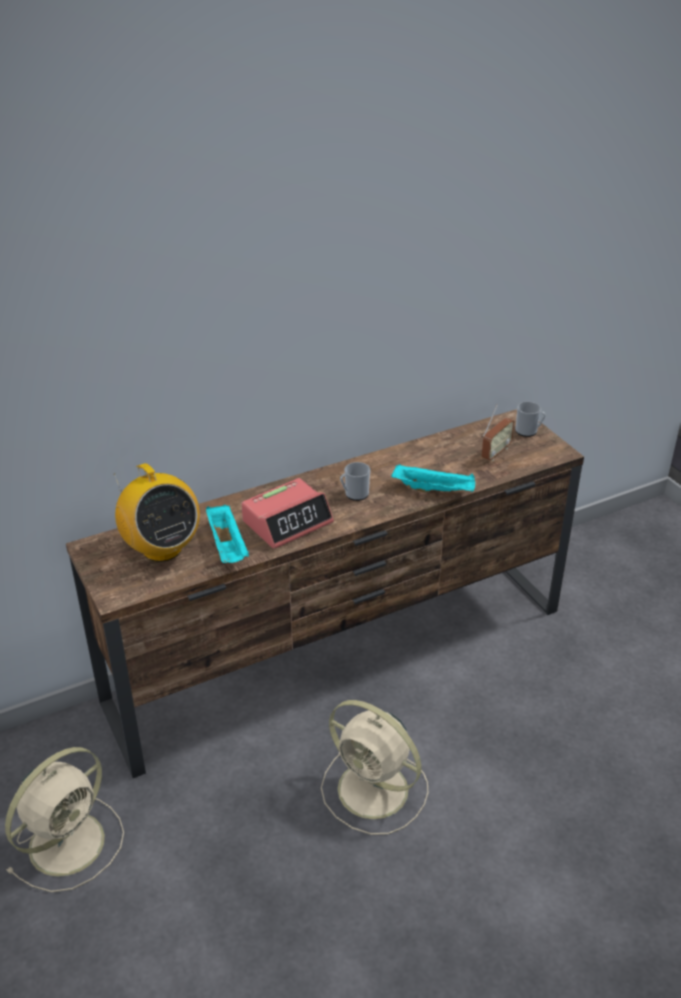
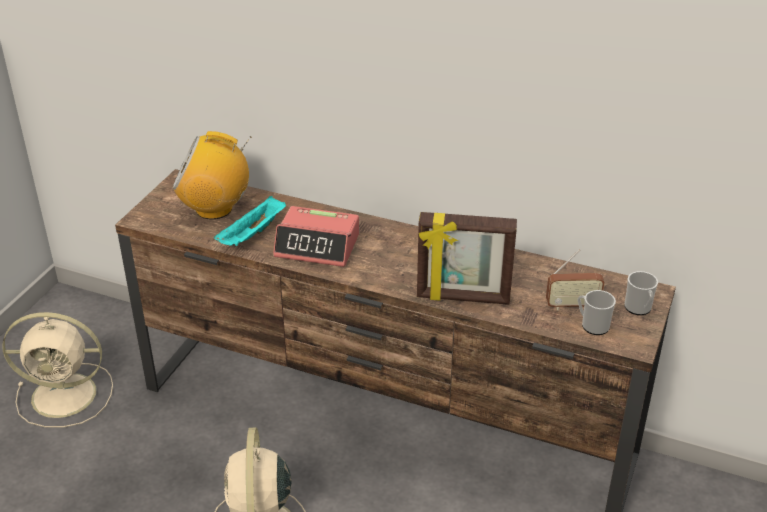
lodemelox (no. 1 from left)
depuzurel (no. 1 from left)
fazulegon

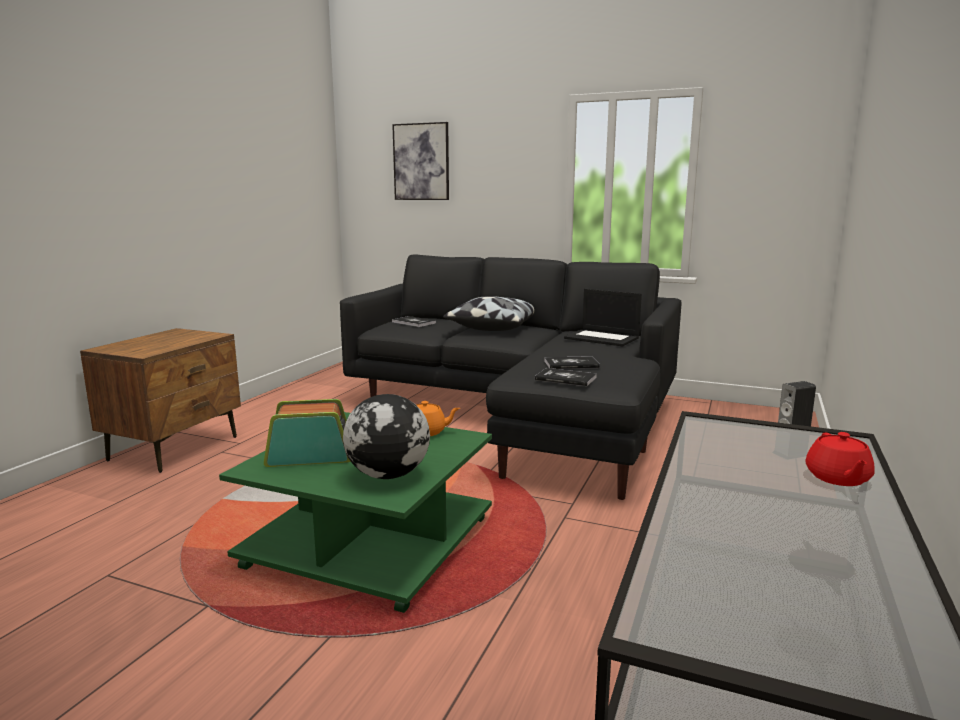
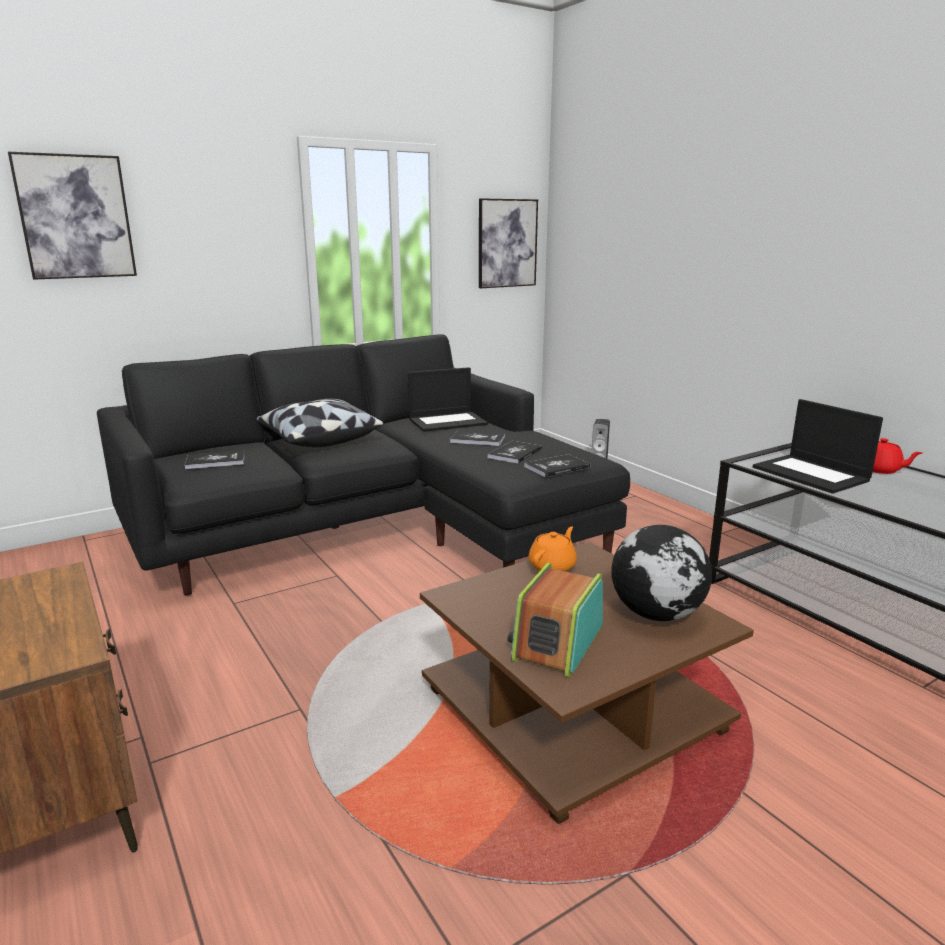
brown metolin
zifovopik (no. 2 from left)
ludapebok (no. 2 from left)
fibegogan (no. 2 from left)

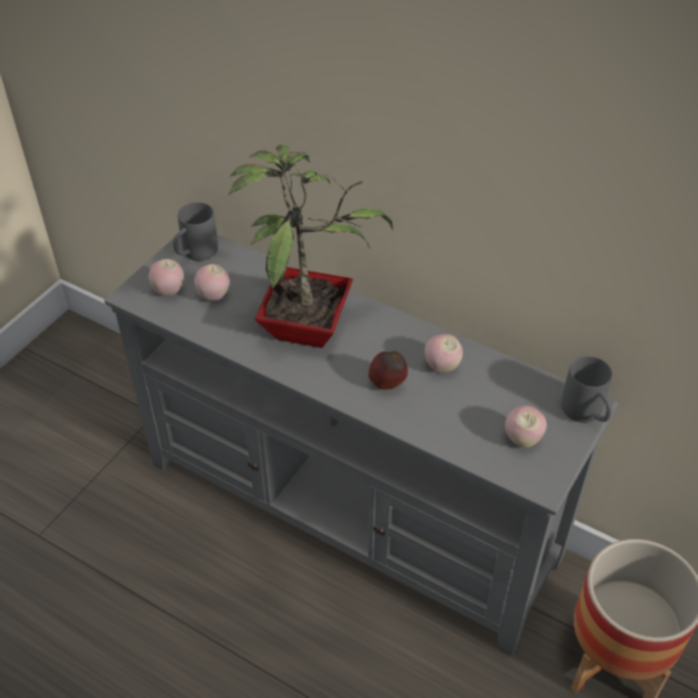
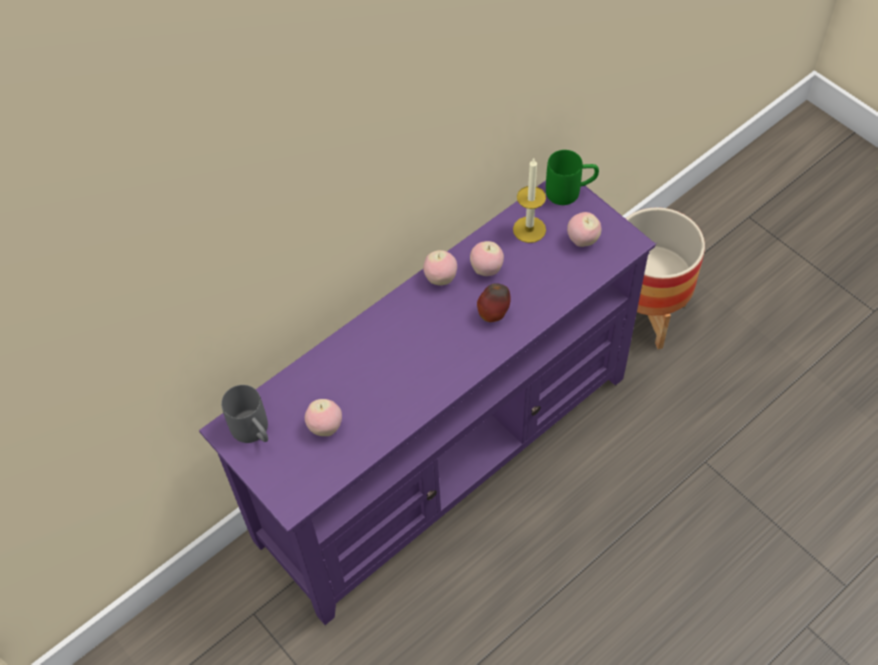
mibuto
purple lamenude
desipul (no. 2 from left)
green lodemelox
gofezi

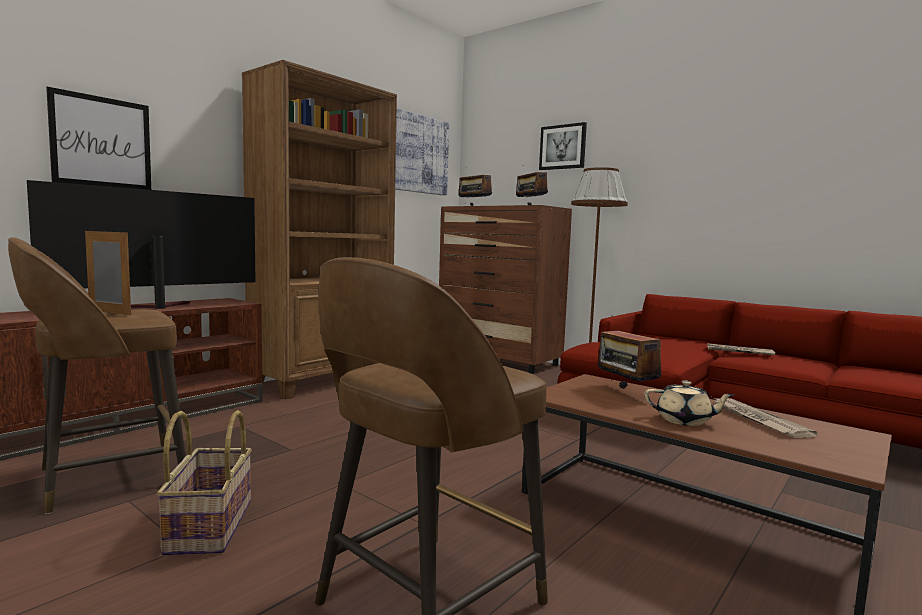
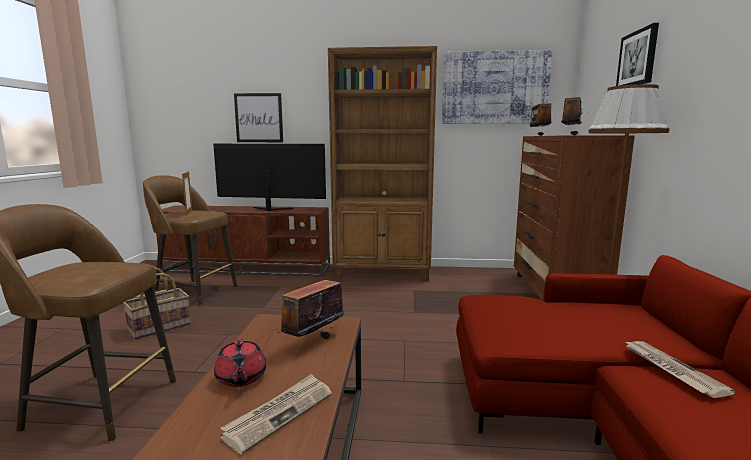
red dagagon

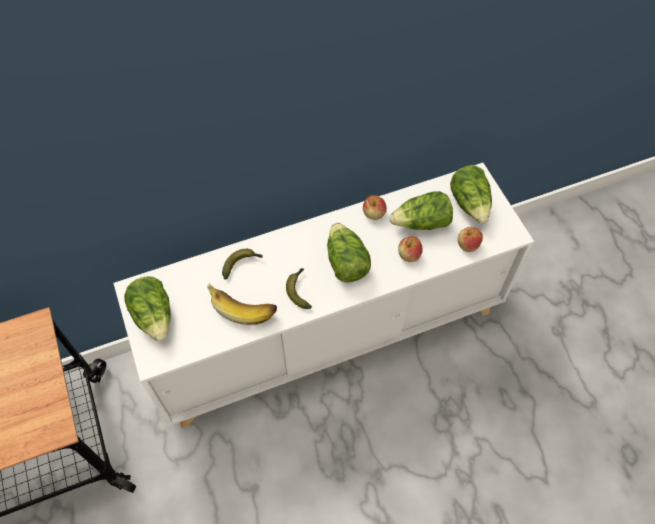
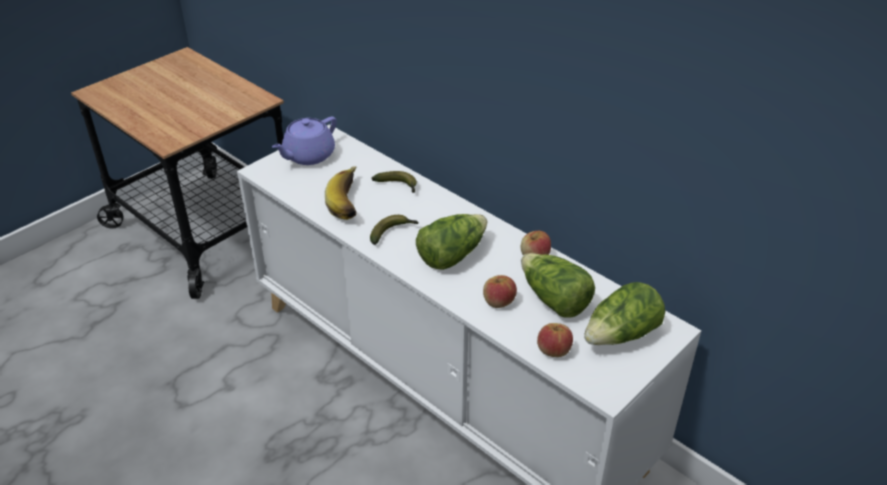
purple dagagon

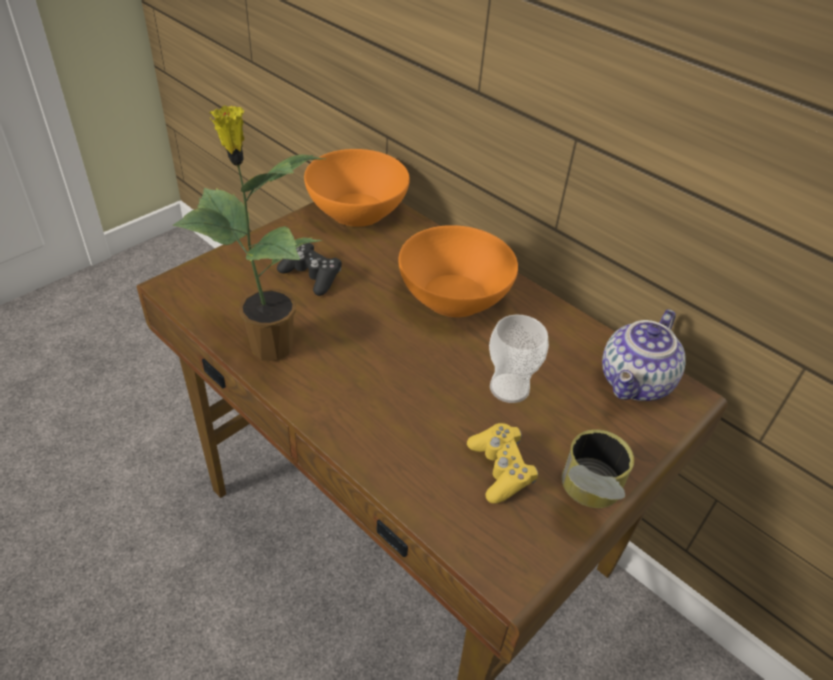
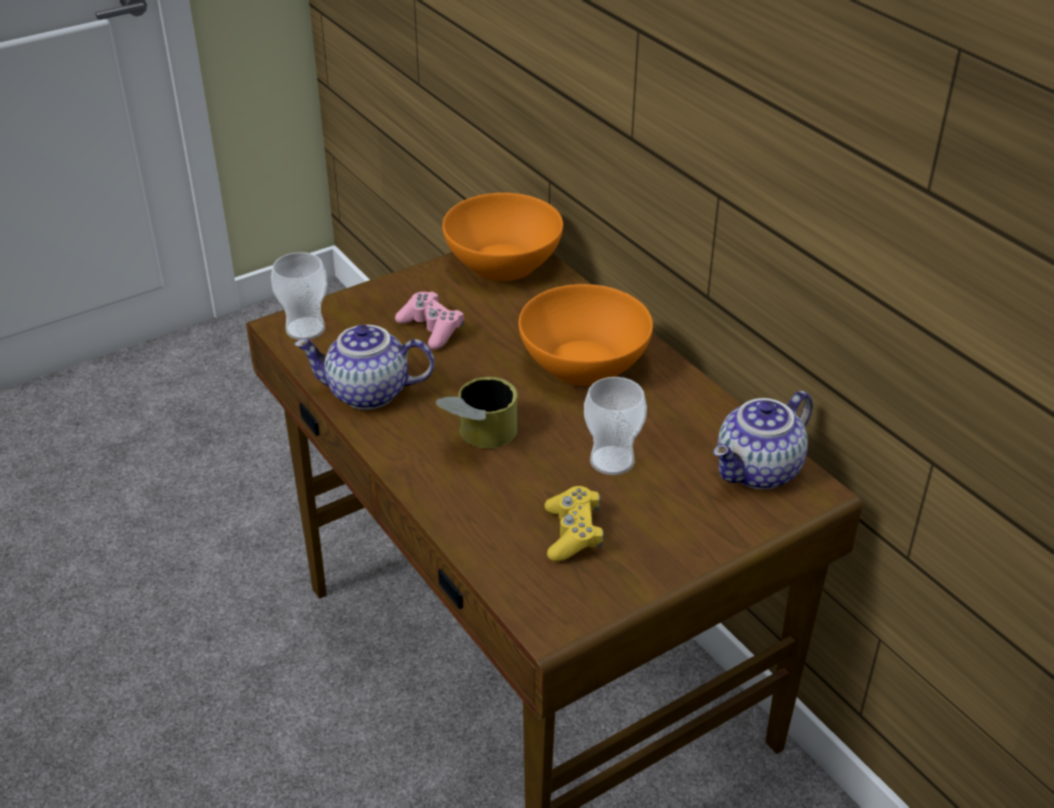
dagagon (no. 1 from left)
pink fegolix
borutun
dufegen (no. 1 from left)

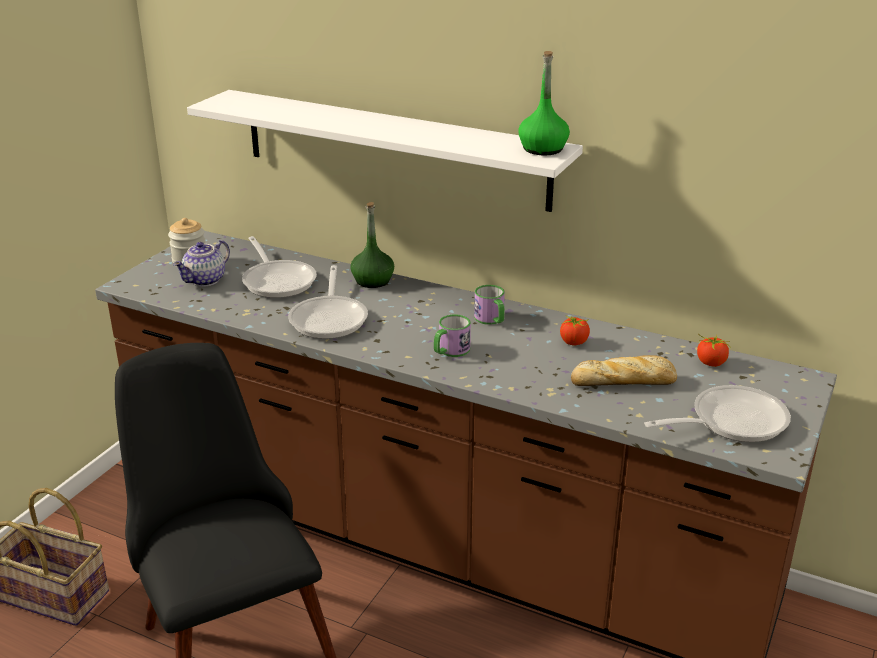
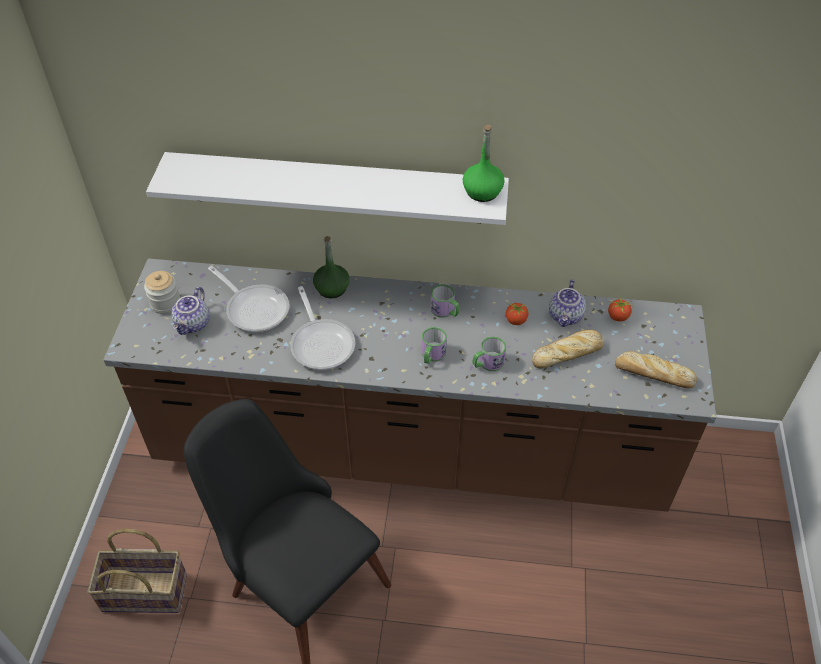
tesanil (no. 2 from left)
dagagon (no. 2 from left)
lodemelox (no. 3 from left)

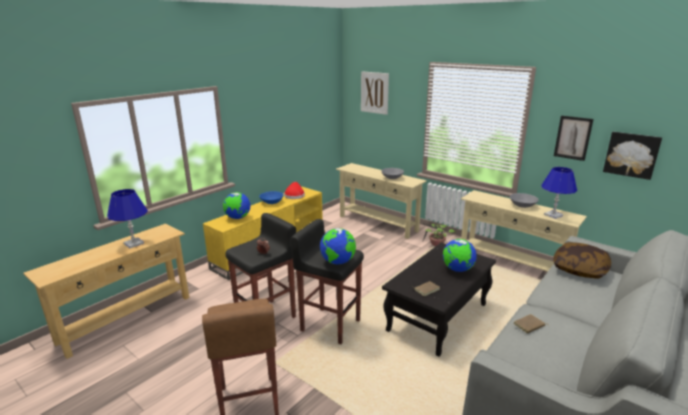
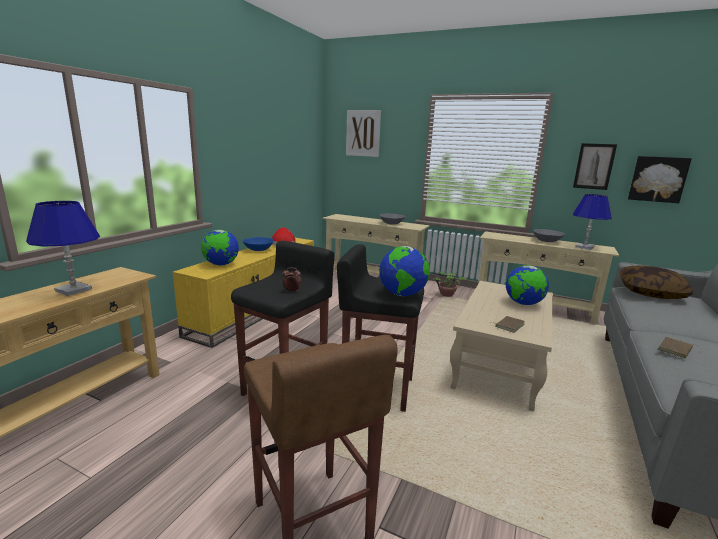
beige metolin

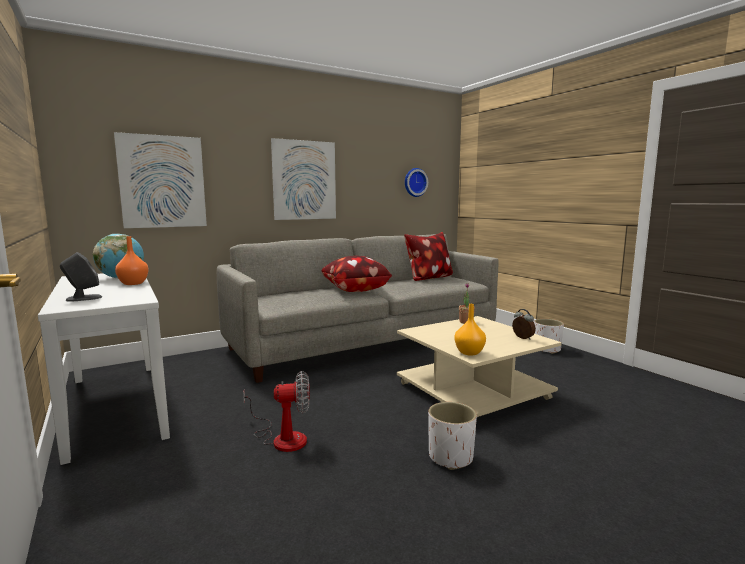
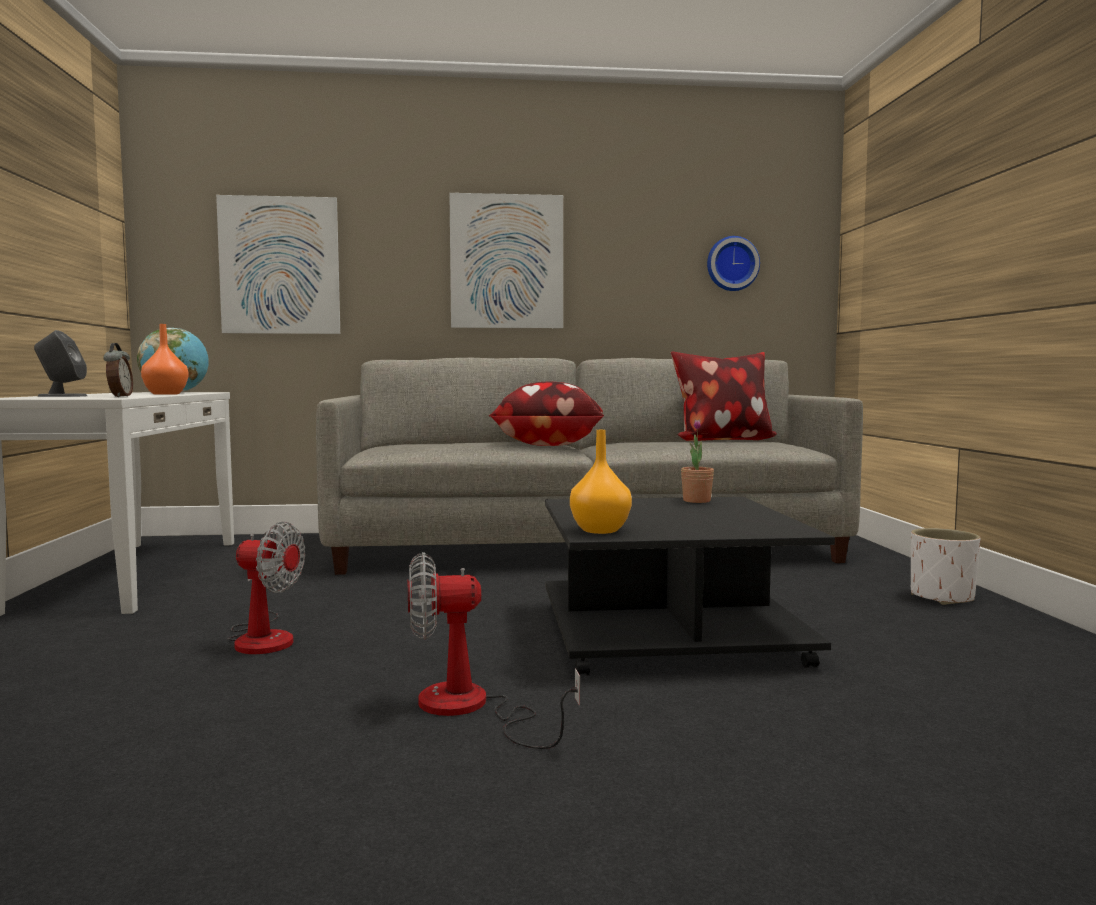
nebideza
black metolin
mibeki (no. 2 from left)

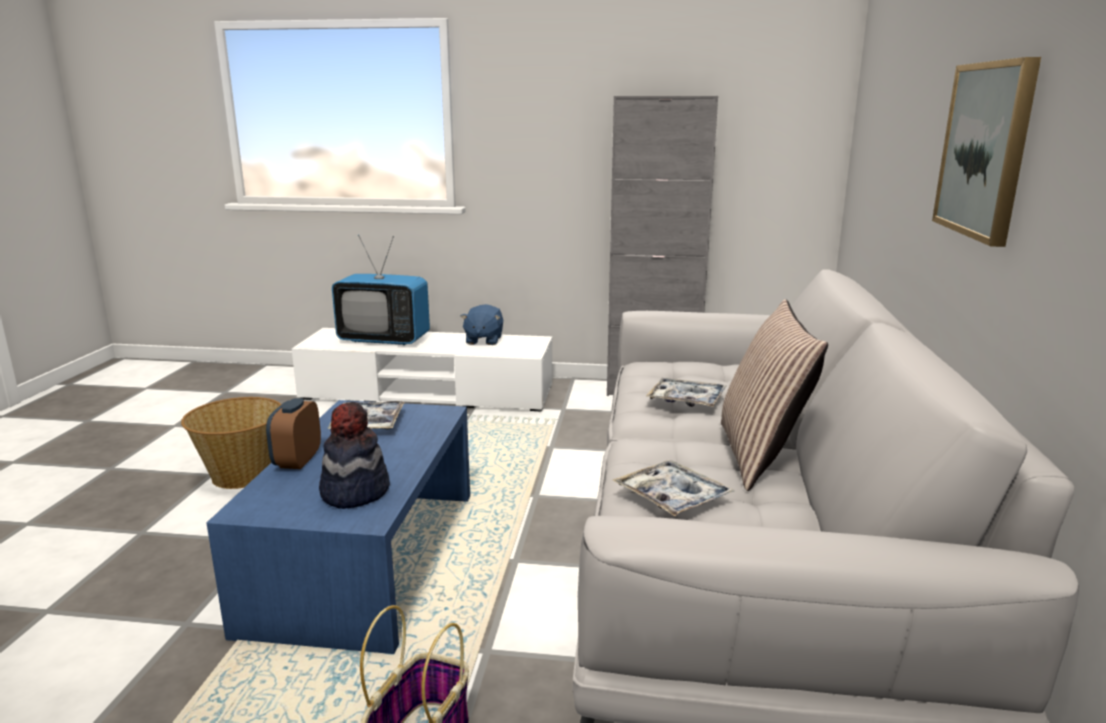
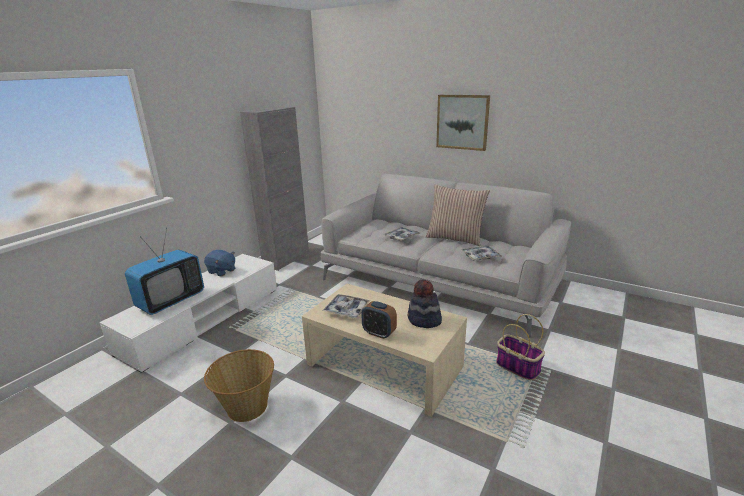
beige metolin

